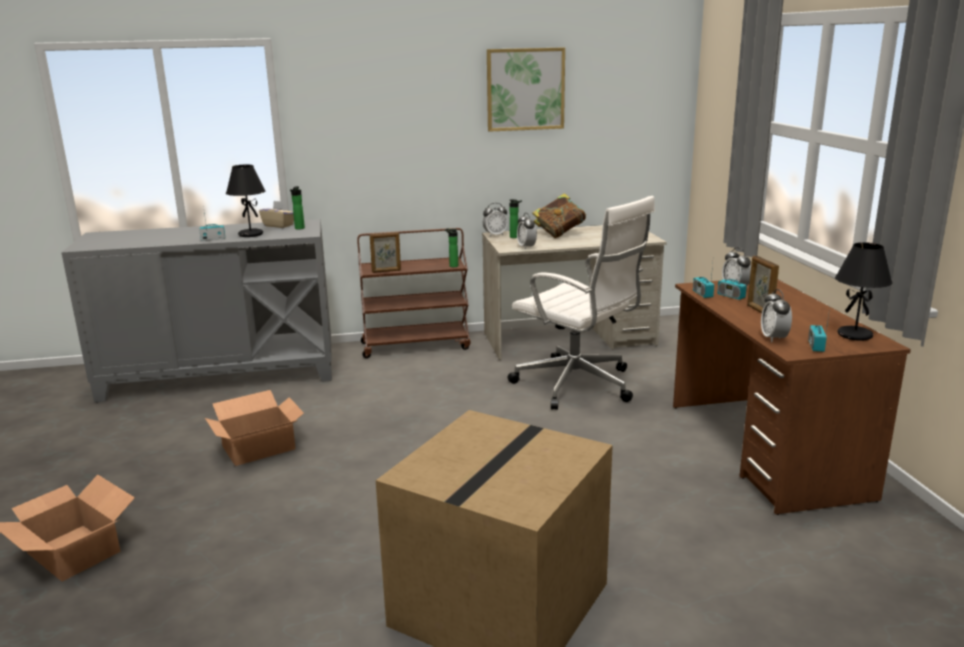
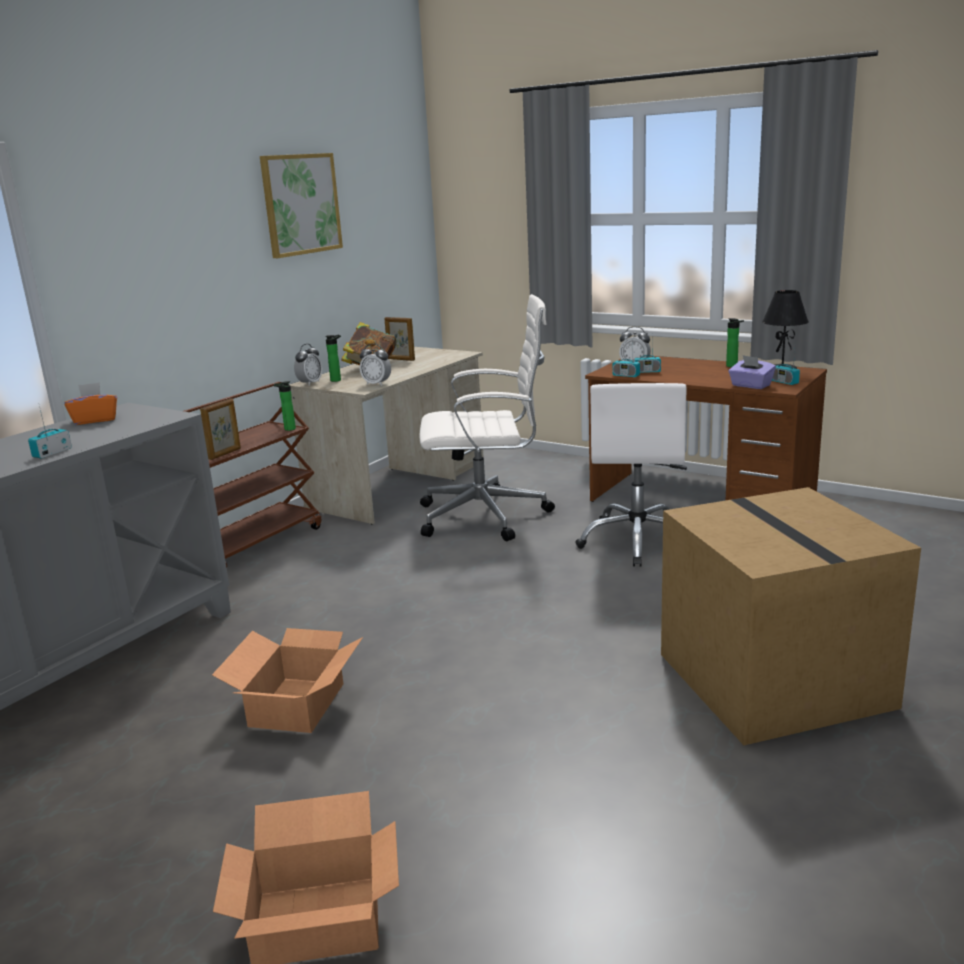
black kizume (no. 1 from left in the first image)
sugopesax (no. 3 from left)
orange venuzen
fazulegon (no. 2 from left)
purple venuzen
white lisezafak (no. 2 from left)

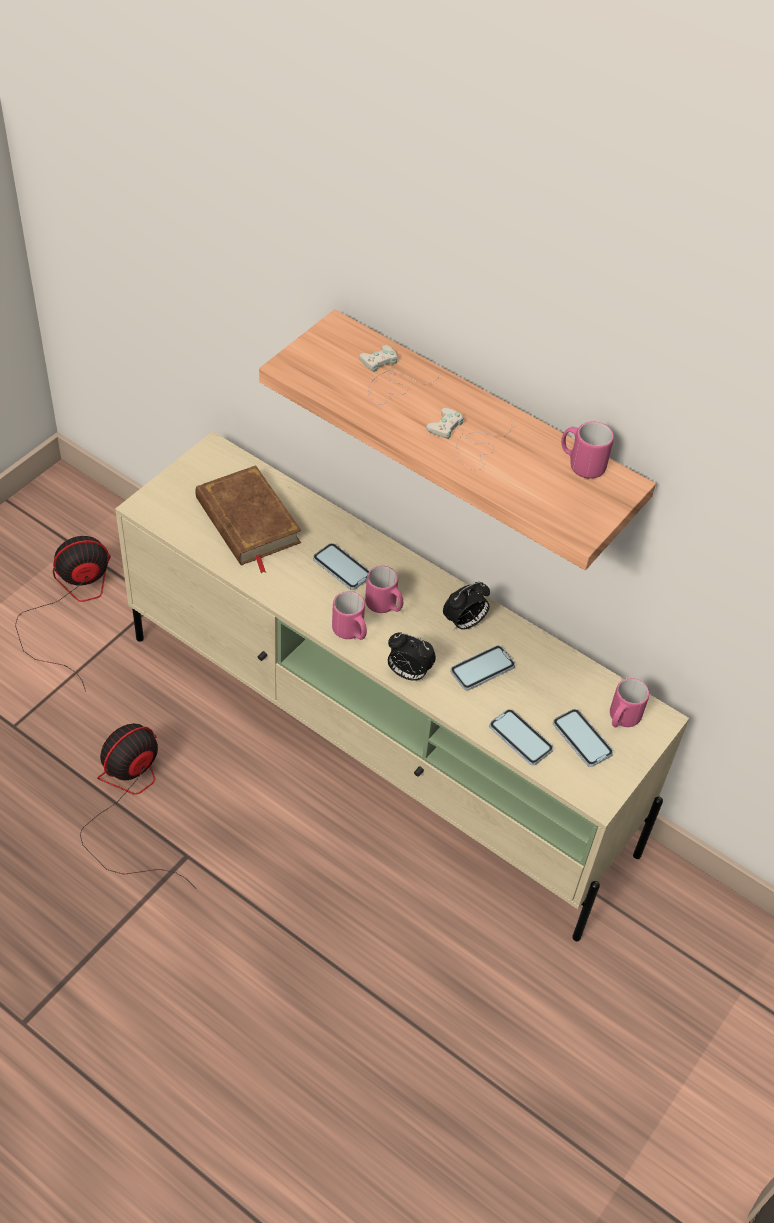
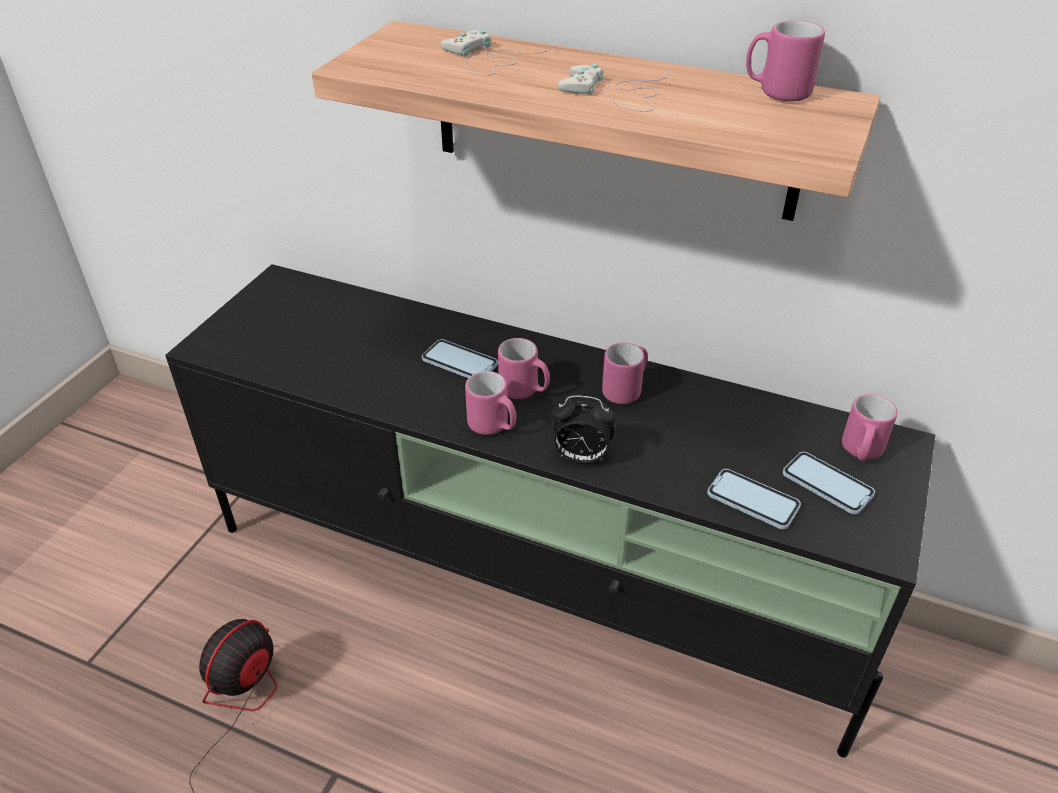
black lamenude
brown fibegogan
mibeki (no. 1 from left in the first image)
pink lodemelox (no. 3 from left)
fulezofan (no. 2 from left in the first image)

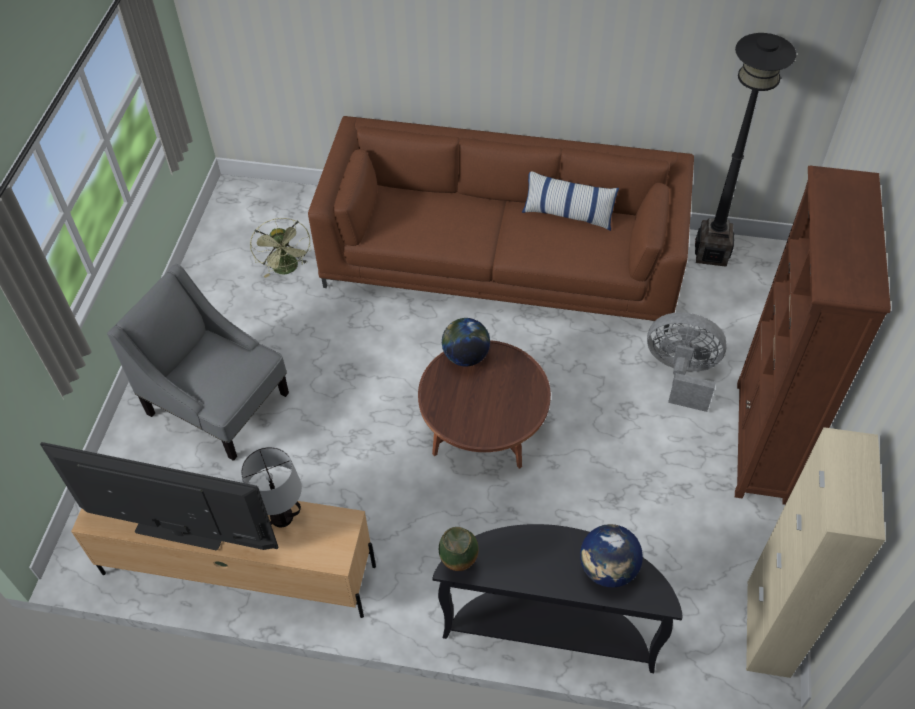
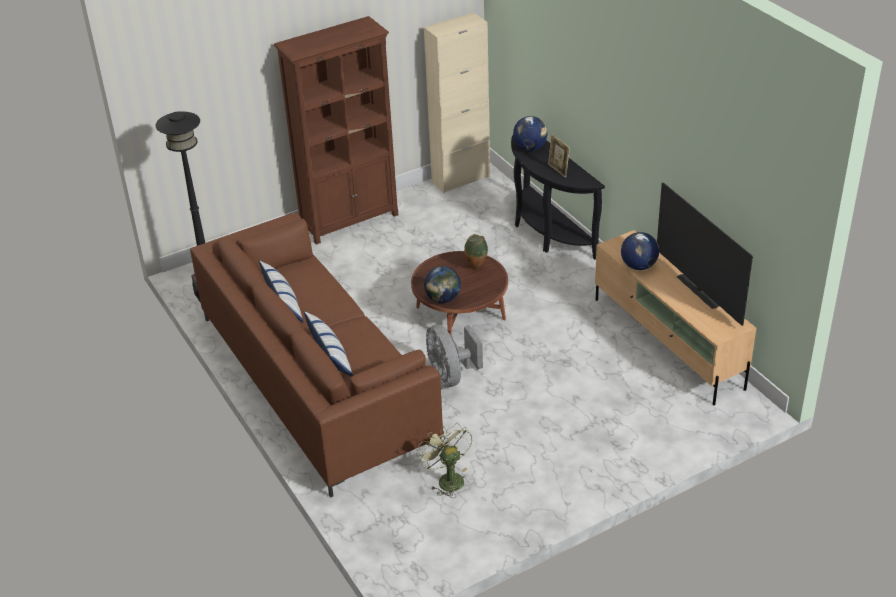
green mibeki
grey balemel
grey mibeki
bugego (no. 3 from left)
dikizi
fazulegon
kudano (no. 2 from left)

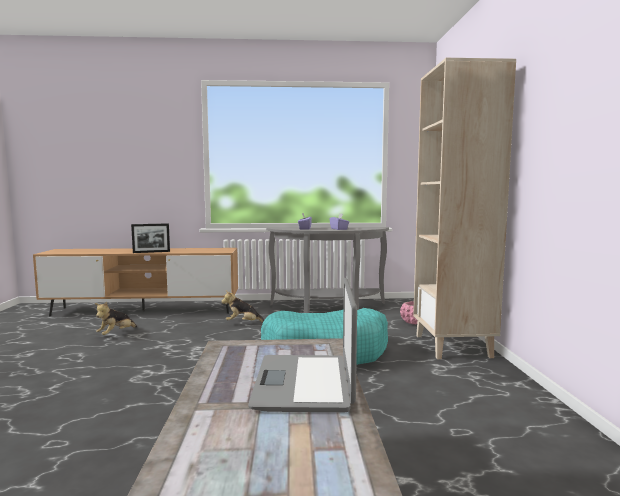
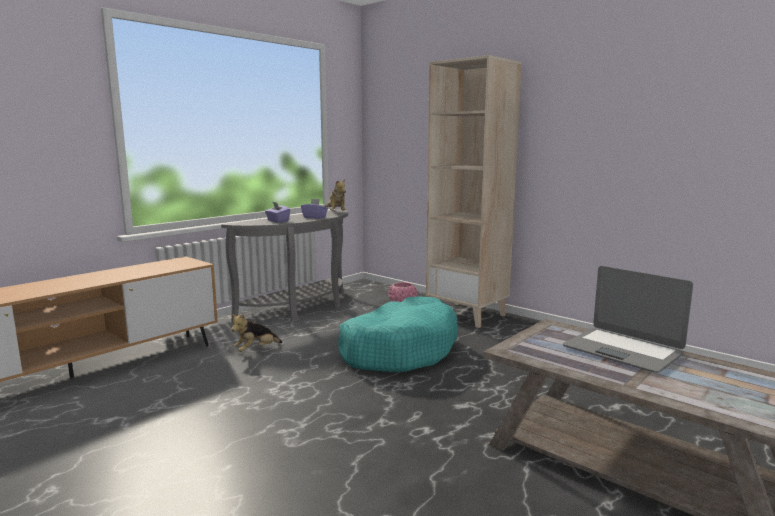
fazulegon
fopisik (no. 2 from left)

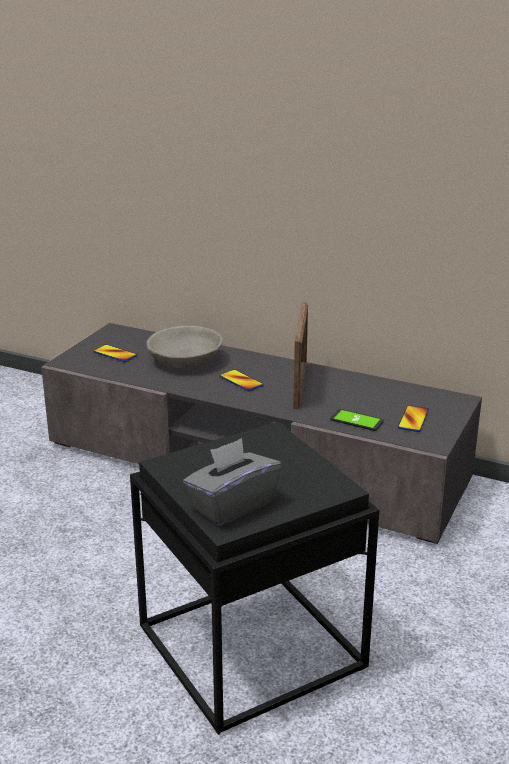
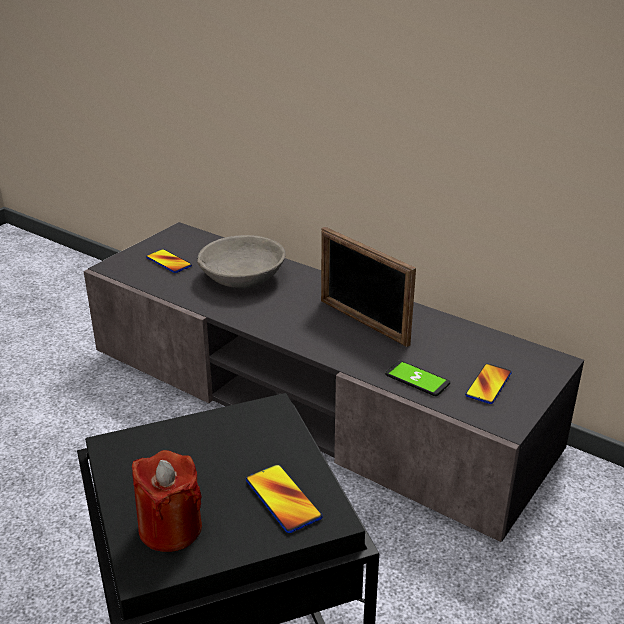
fazulegon
fulezofan (no. 2 from left)
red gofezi

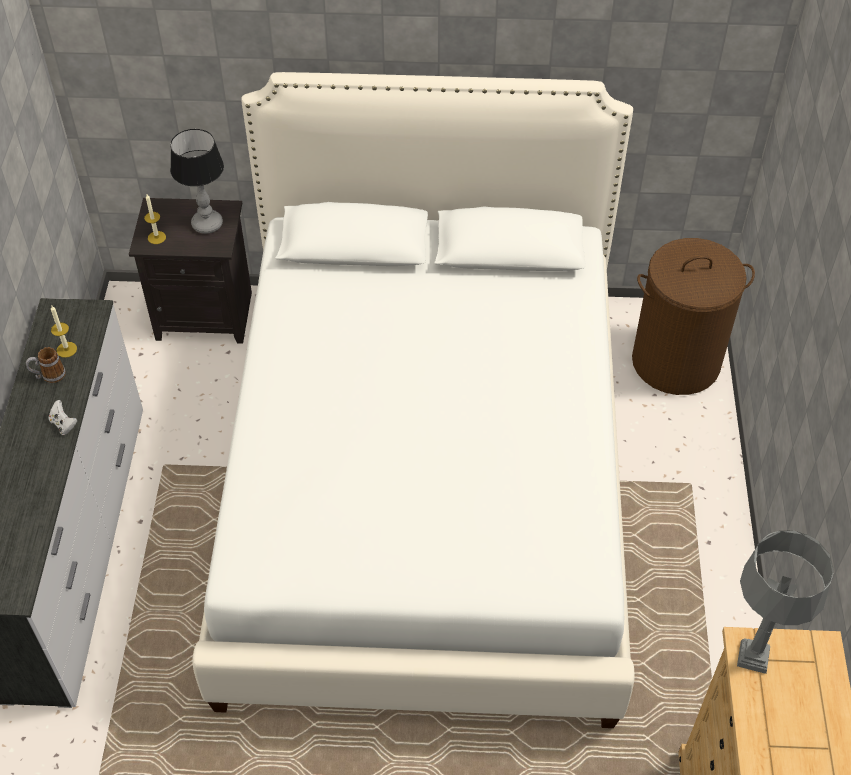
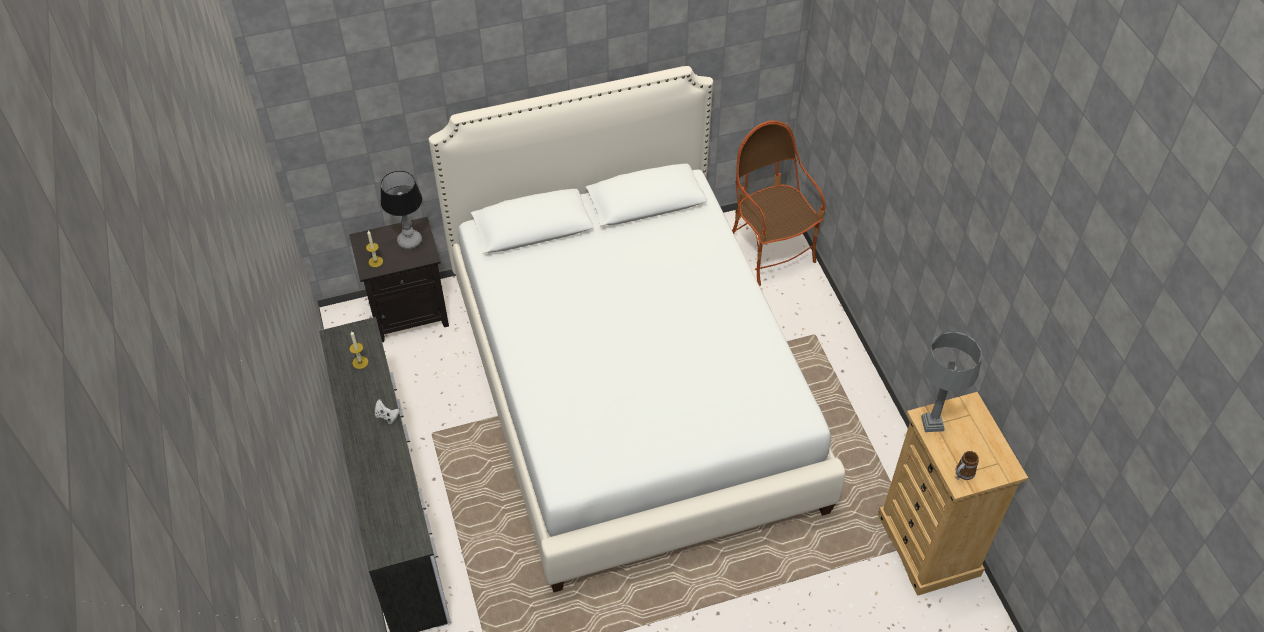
balemel
lodemelox

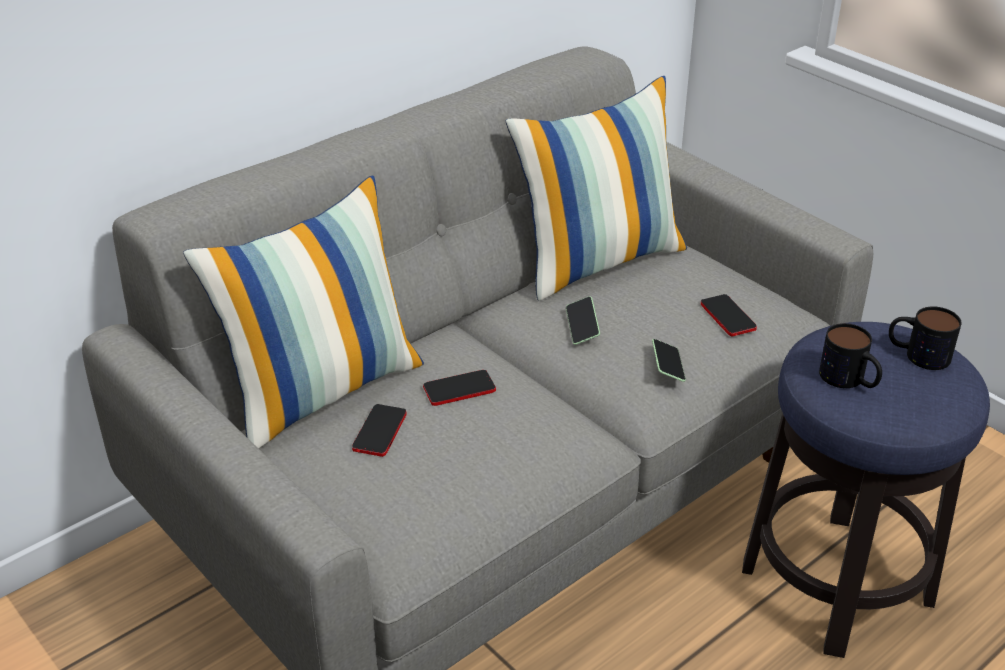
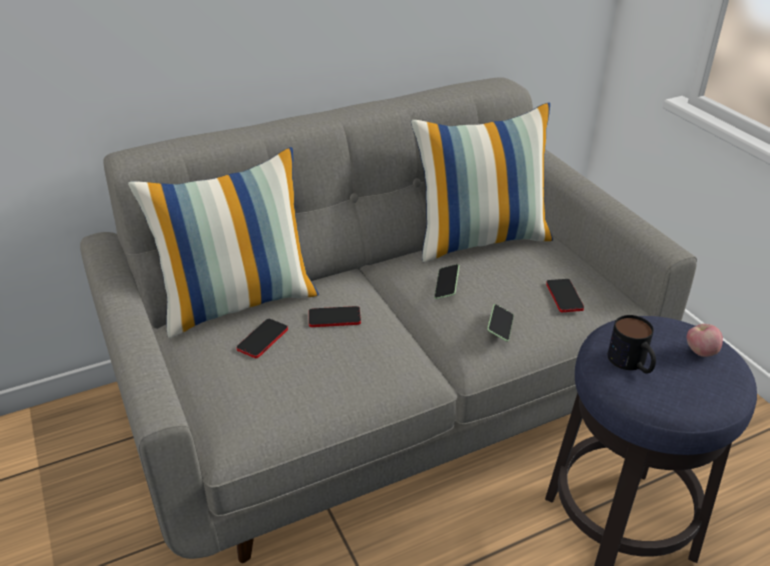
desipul

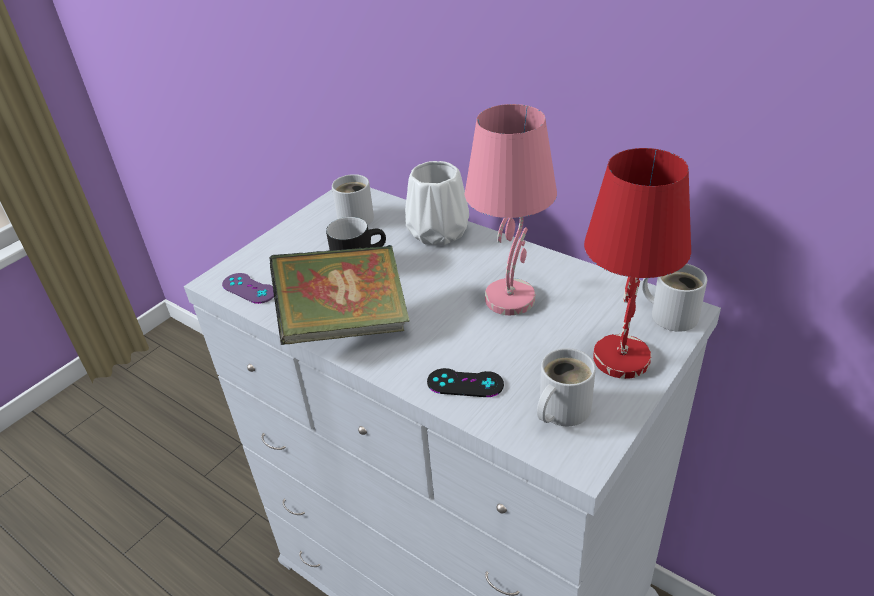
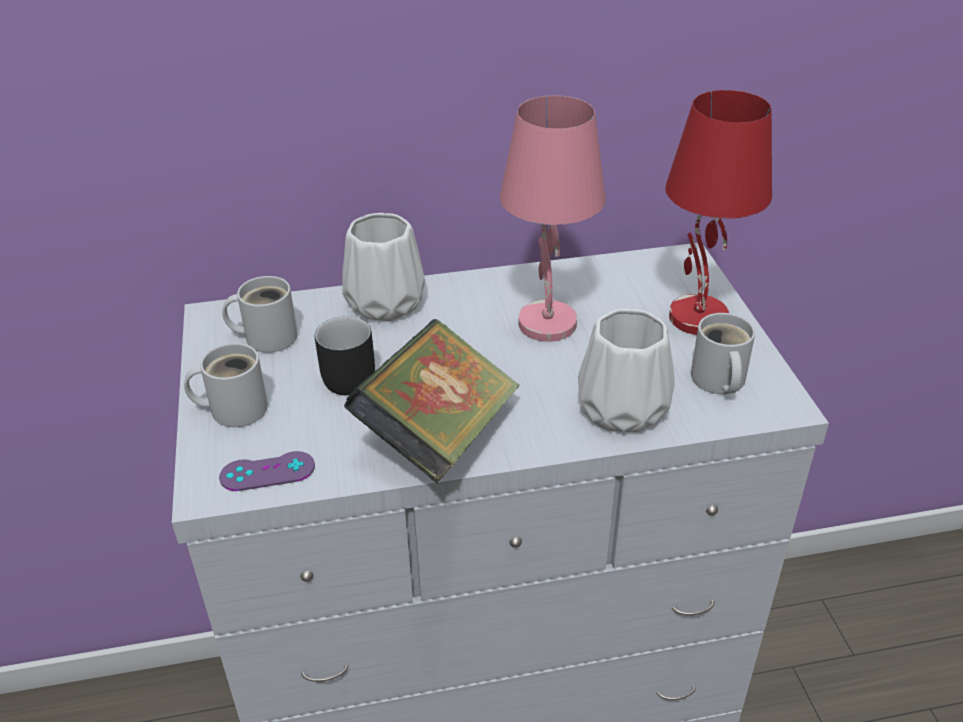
white lodemelox (no. 1 from left)
white dikizi (no. 2 from left)

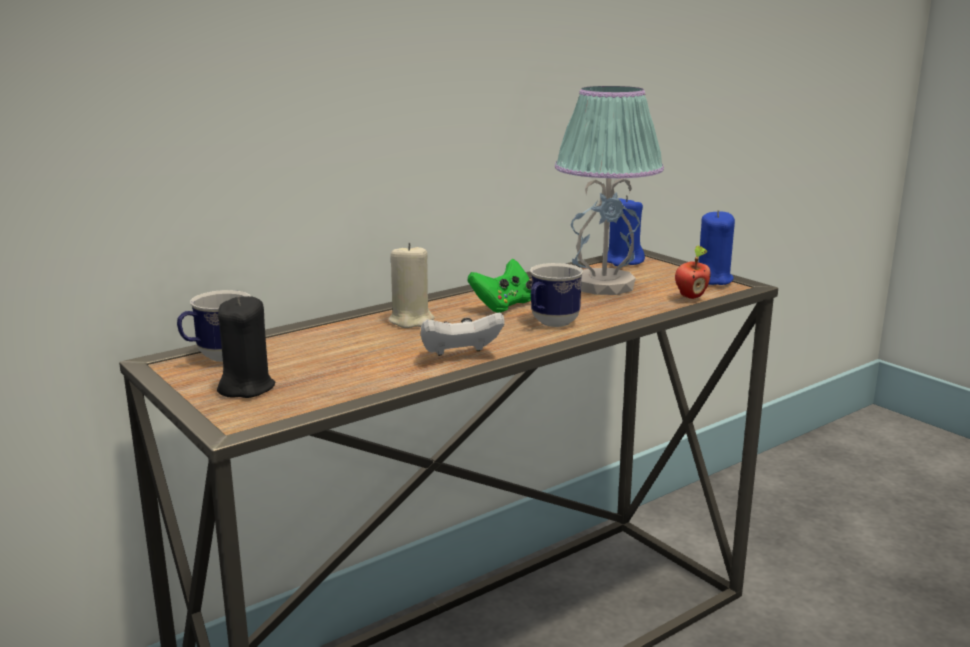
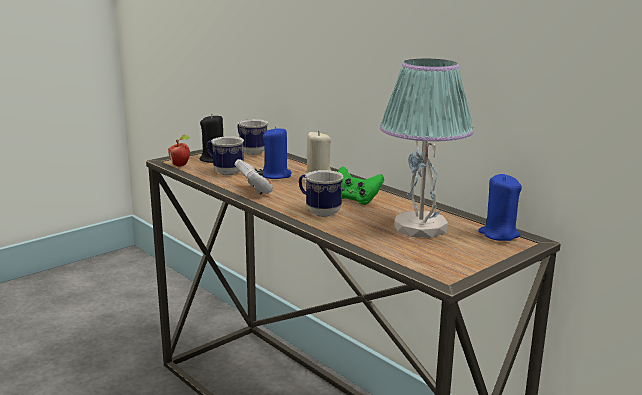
blue gofezi (no. 1 from left)
desipul
lodemelox (no. 1 from left)

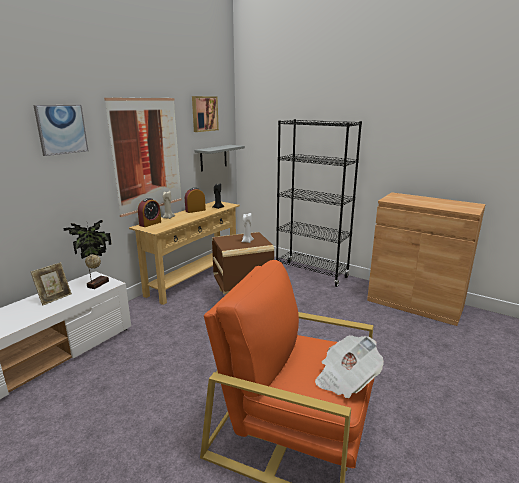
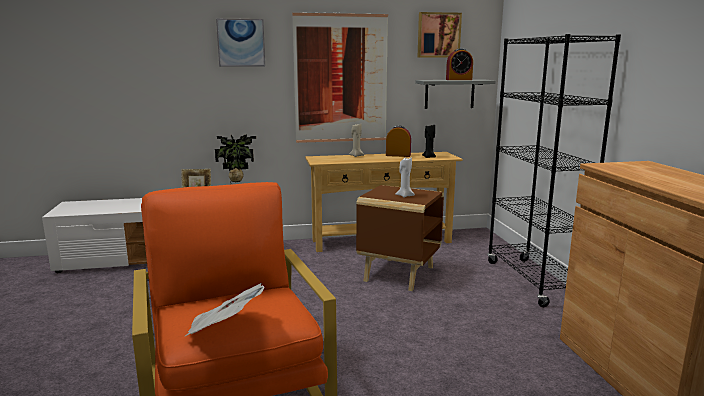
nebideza (no. 2 from left)

